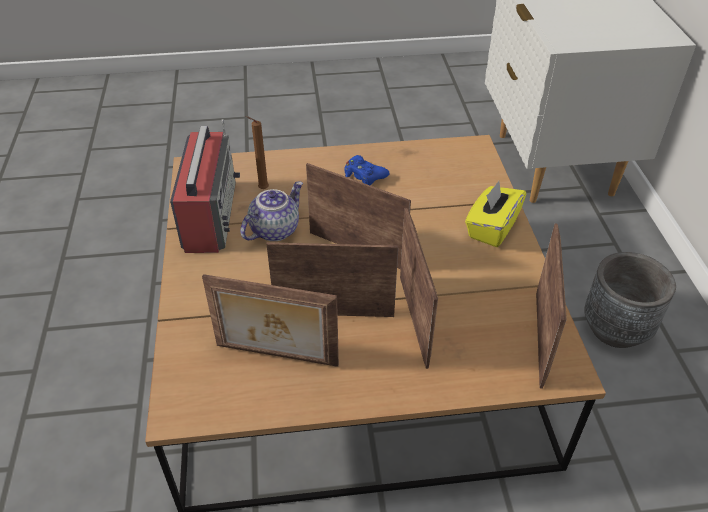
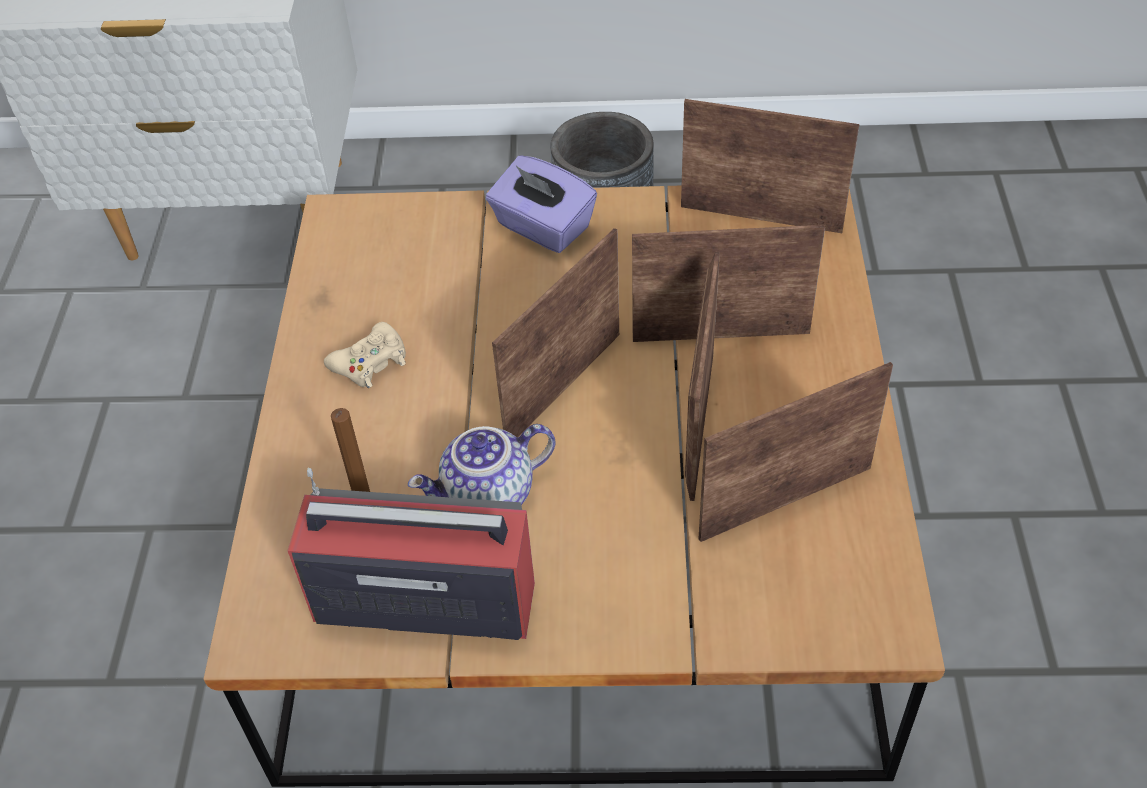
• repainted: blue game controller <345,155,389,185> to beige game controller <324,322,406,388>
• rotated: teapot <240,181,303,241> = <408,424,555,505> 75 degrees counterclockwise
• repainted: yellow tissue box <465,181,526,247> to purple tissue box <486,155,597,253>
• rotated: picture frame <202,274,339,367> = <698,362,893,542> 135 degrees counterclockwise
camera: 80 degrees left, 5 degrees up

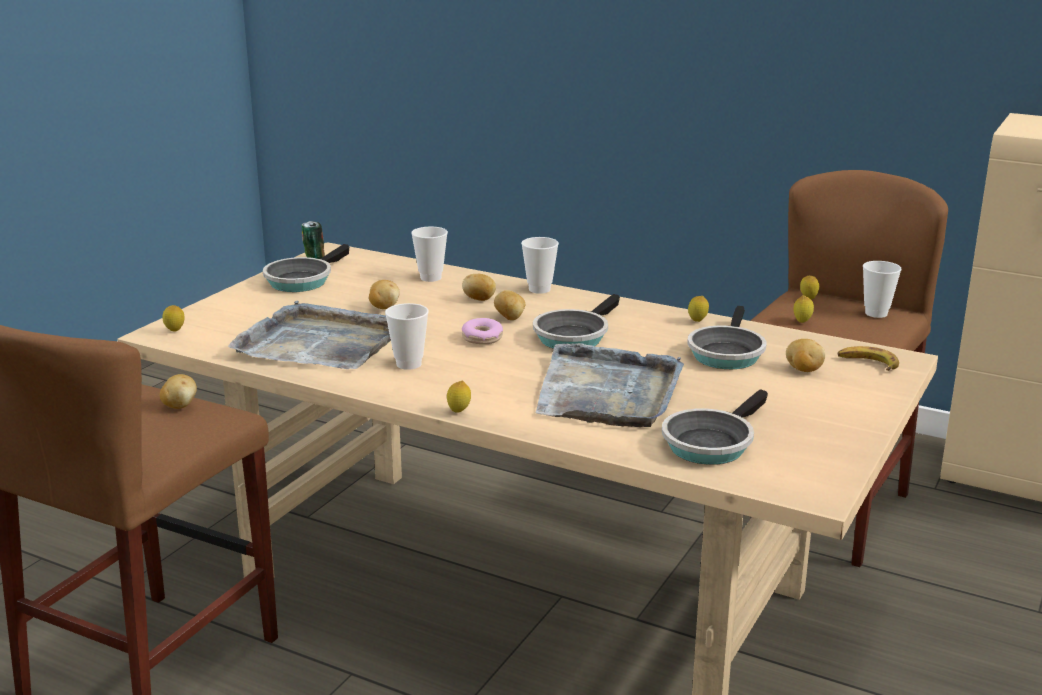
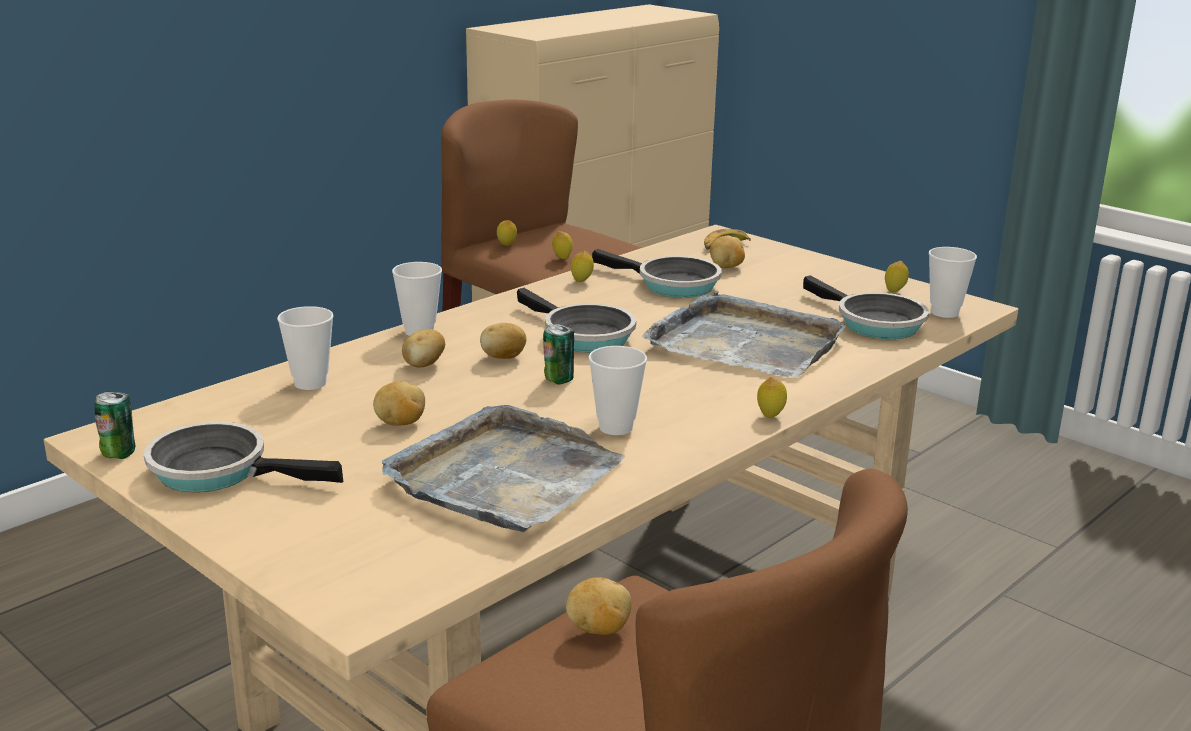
• rotated: frying pan <263,244,349,292> = <144,422,343,492> 150 degrees clockwise
• swapped: donut <462,318,503,344> to can <543,324,574,385>
• shifted: lemon <162,305,185,331> to <885,261,909,292>
• shifted: cup <863,261,902,318> to <929,247,977,318>
camera: 75 degrees left, 0 degrees up

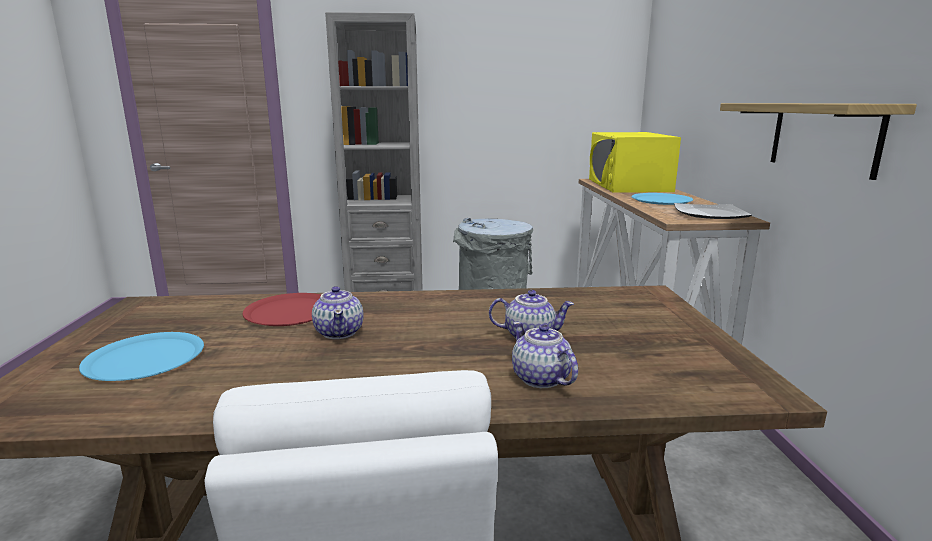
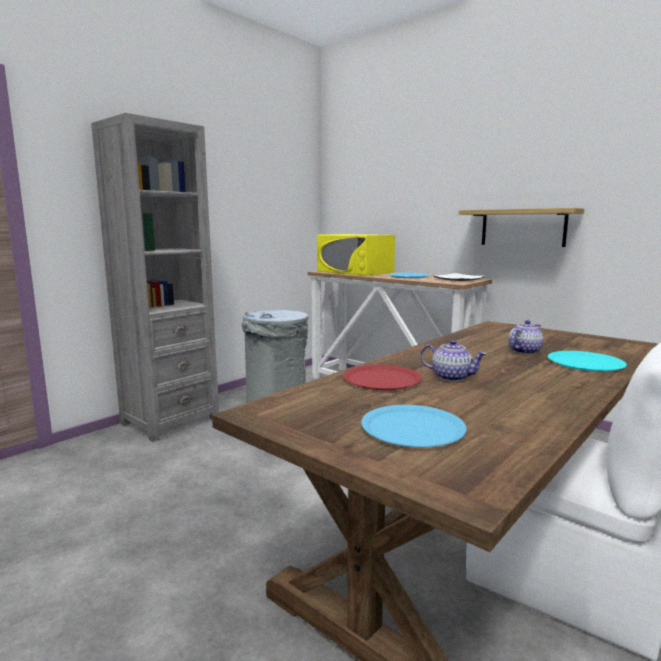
• swapped: teapot <512,322,578,388> to turquoise plate <548,351,627,372>
camera: 45 degrees left, 5 degrees down

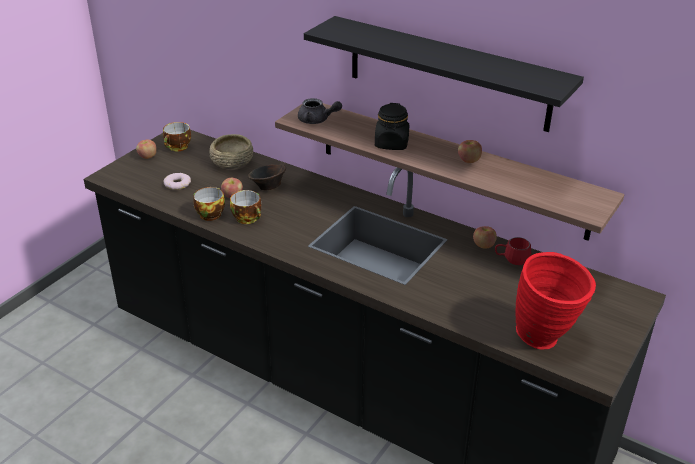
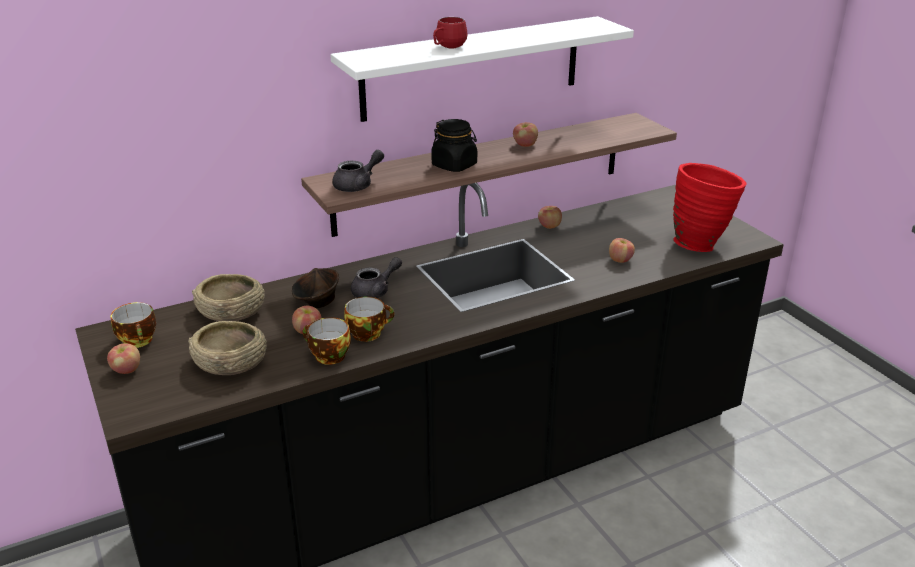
• swapped: donut <164,173,191,190> to beige bowl <188,321,267,375>
• repainted: black shelf <304,16,584,132> to white shelf <330,16,634,122>
• new: grey teapot <351,257,402,298>
• shifted: red mug <495,237,531,265> to <433,17,468,49>
• new: apple <609,238,635,263>
camera: 60 degrees left, 5 degrees down

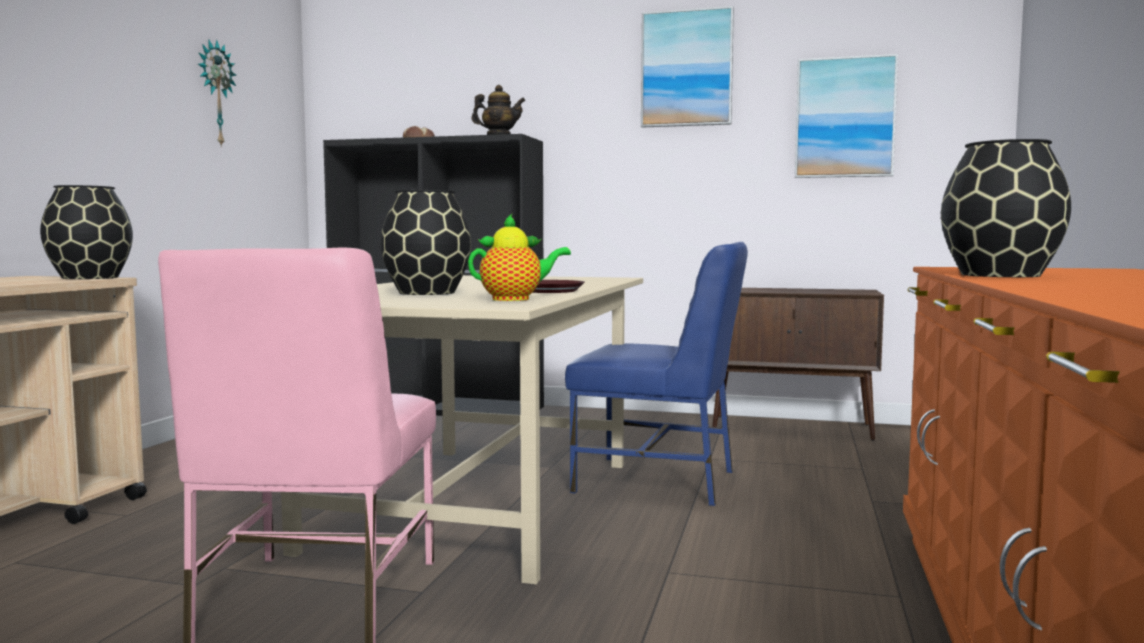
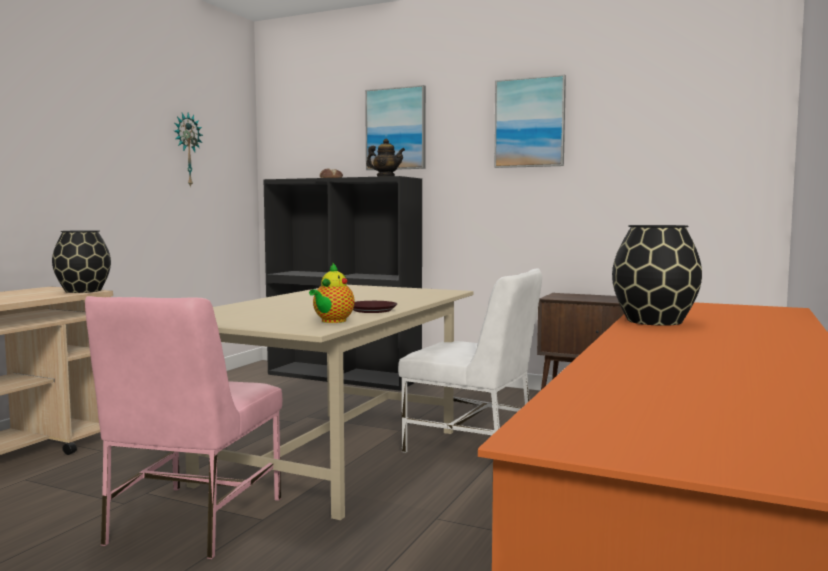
• rotated: teapot <468,214,571,301> = <309,262,355,323> 120 degrees clockwise
• shifted: picture <795,54,898,178> to <365,85,426,170>
• repainted: blue chair <565,242,748,506> to white chair <398,268,542,453>
• gone: black vase <381,190,471,295>
camera: 10 degrees right, 0 degrees up

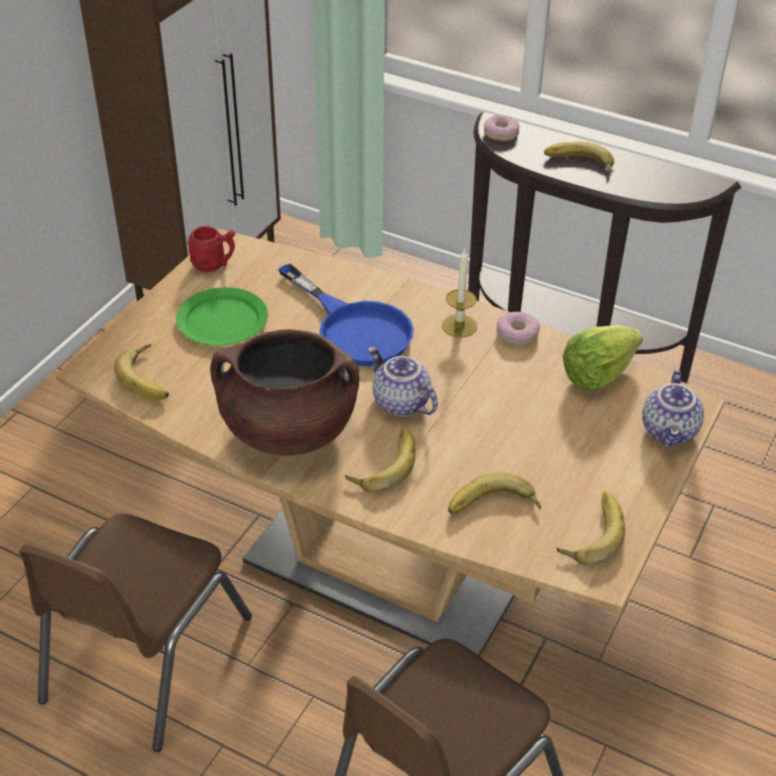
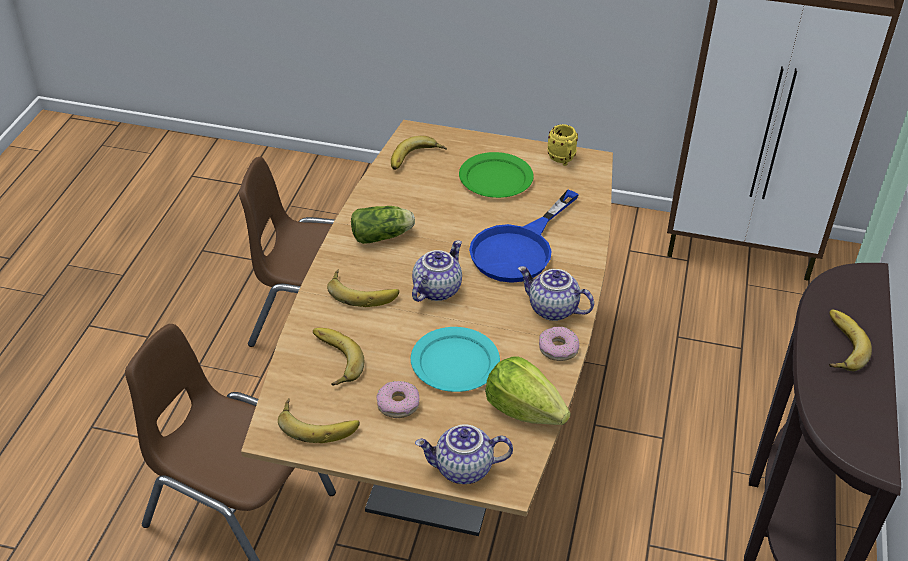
• swapped: brown cooking pot <210,329,360,456> to lettuce <351,206,415,244>
• shifted: donut <484,115,519,141> to <376,381,419,418>
• new: turquoise plate <411,327,500,392>
• swapped: candle <442,248,477,338> to teapot <518,266,594,321>
• repainted: red mug <187,226,235,272> to yellow mug <548,124,578,166>
camera: 75 degrees right, 0 degrees up

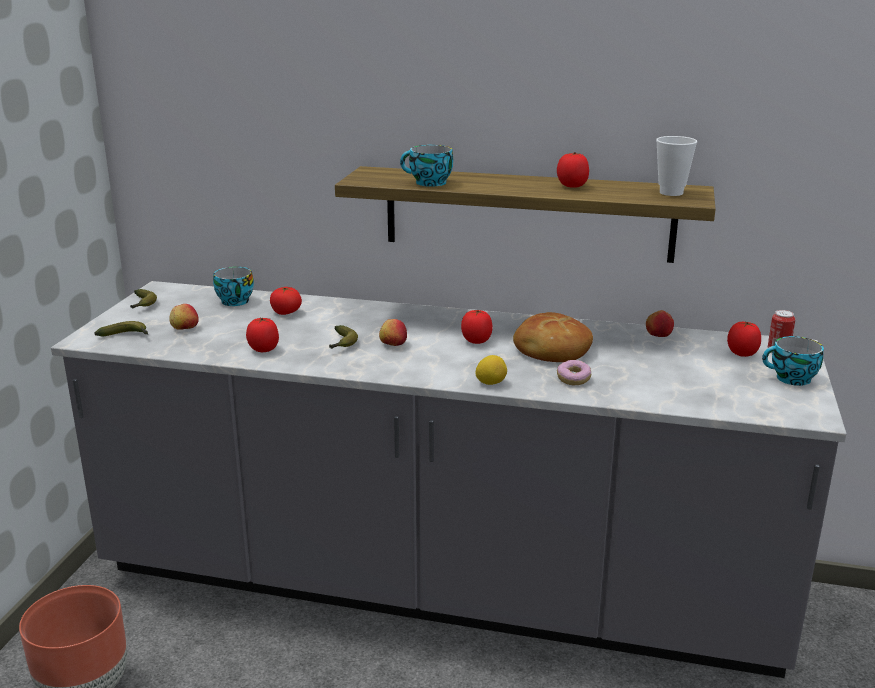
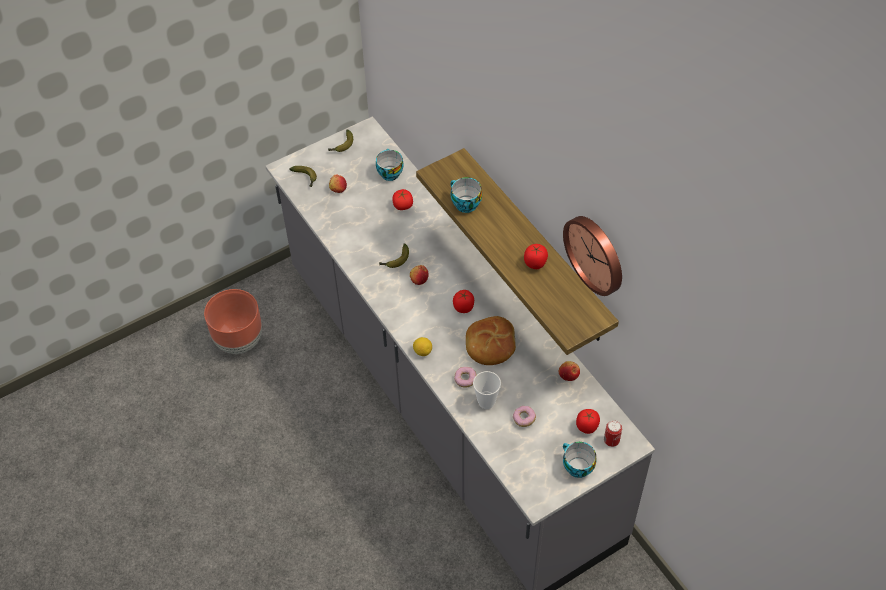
• shifted: cup <656,136,697,196> to <473,371,501,409>
• new: donut <513,406,536,427>
• new: wall clock <563,216,622,296>
• gone: tomato <246,318,279,352>
camera: 45 degrees right, 30 degrees up

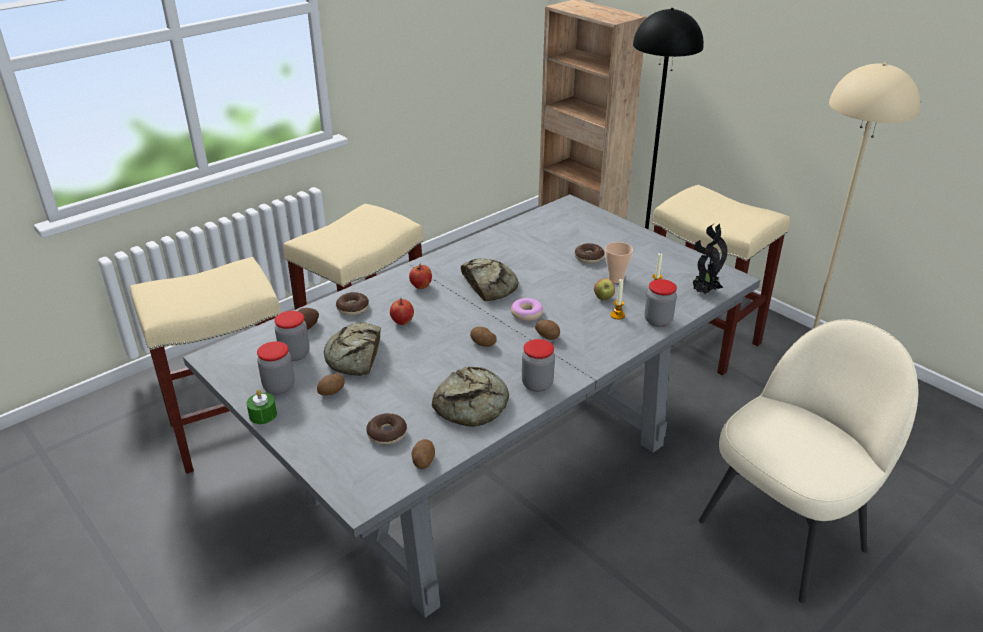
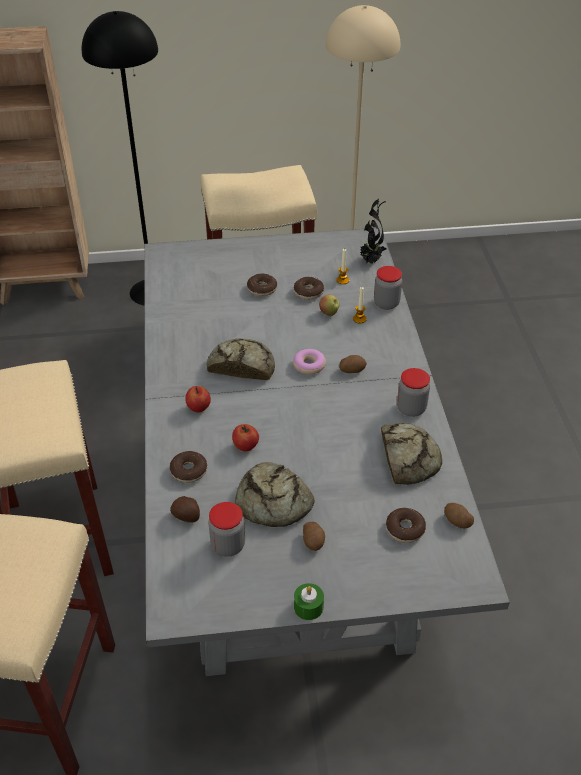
• swapped: cup <605,242,633,283> to donut <294,277,324,300>
• gone: jar <257,341,295,394>
• gone: potato <470,327,496,347>
• gone: beige chair <699,319,919,603>
camera: 55 degrees left, 10 degrees up

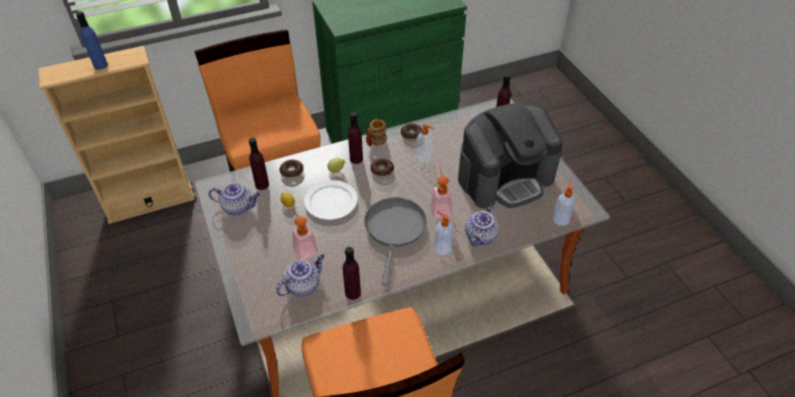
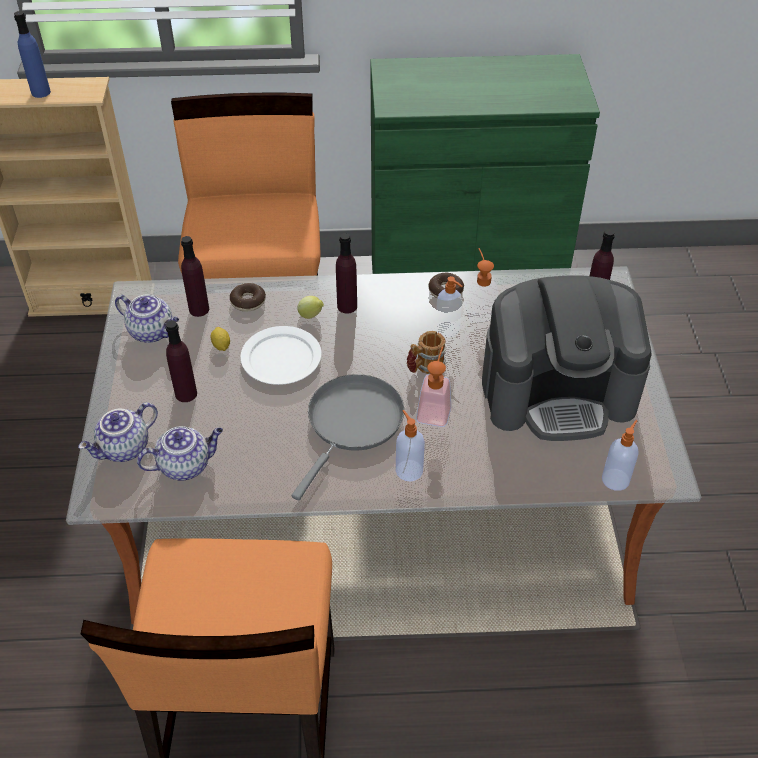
• shifted: teapot <465,204,499,246> to <78,402,158,462>
• shifted: purple bottle <343,247,361,300> to <166,320,197,402>
• shifted: mug <366,119,387,147> to <407,331,446,374>
• shifted: soap dispenser <292,208,318,260> to <465,248,497,323>
• gone: donut <370,158,394,178>
camera: 20 degrees right, 0 degrees up

